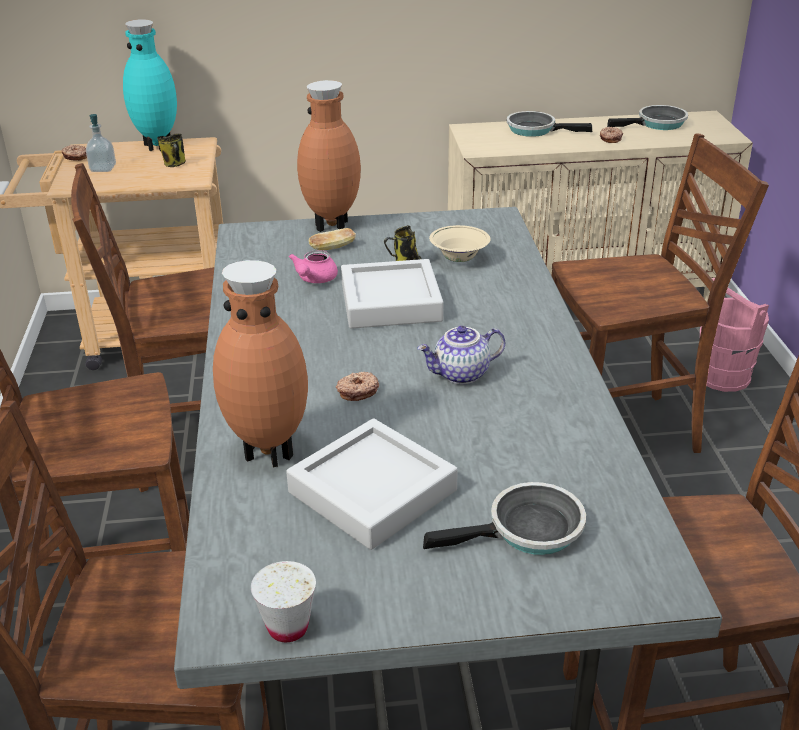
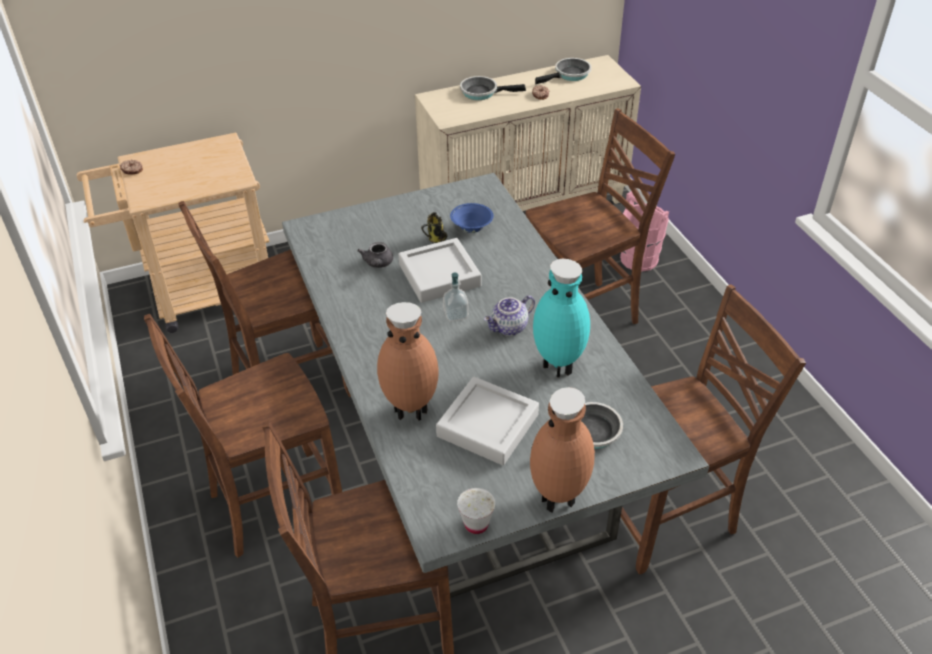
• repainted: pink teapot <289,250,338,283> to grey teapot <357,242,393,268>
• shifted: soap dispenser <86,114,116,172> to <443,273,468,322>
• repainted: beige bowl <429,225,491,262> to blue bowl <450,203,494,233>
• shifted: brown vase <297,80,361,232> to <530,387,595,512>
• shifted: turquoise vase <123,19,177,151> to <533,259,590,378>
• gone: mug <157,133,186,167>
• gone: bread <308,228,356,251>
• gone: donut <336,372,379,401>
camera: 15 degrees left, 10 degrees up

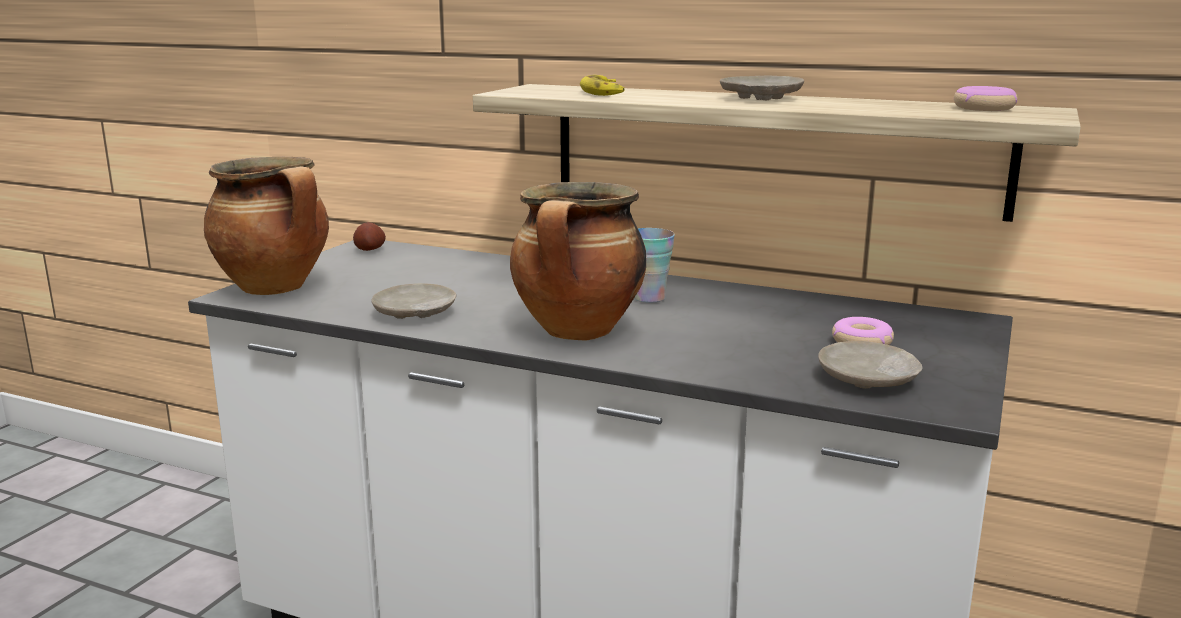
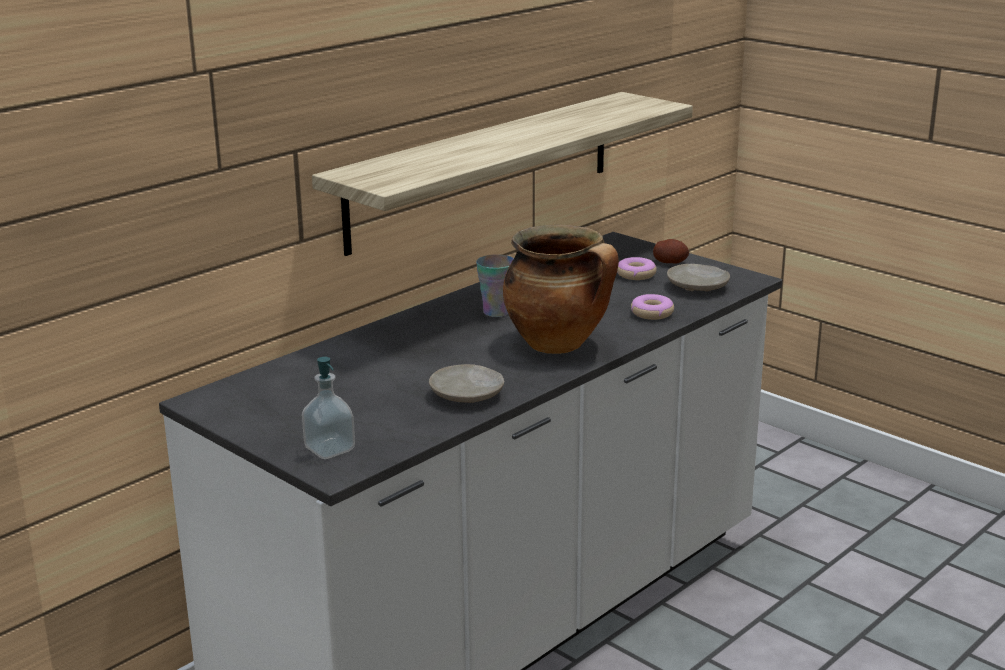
• swapped: cooking pot <204,157,329,295> to soap dispenser <302,357,355,459>
• shifted: donut <954,86,1018,111> to <631,294,674,320>
• shifted: potato <353,222,386,251> to <653,239,689,264>
• gone: banana <580,75,625,96>
• gone: beige plate <720,76,804,100>
camera: 70 degrees left, 5 degrees up

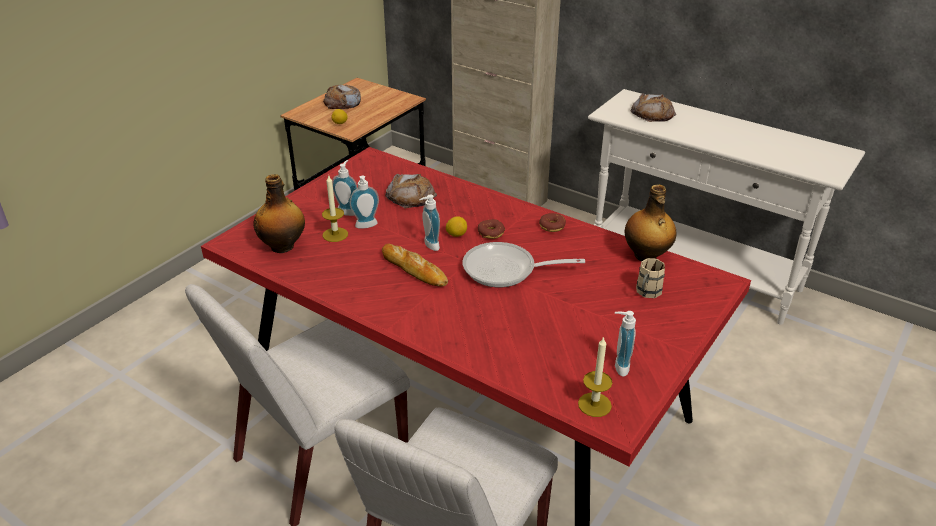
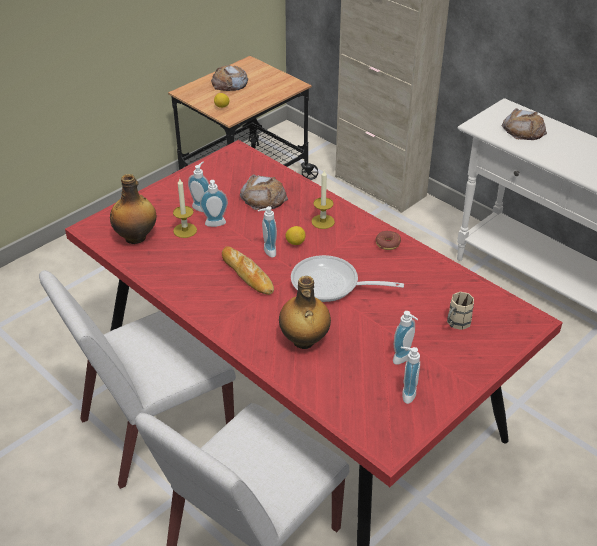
• shifted: bottle <625,185,676,261> to <279,276,331,349>
• shifted: candle <578,336,612,417> to <311,170,335,229>
• new: soap dispenser <393,311,418,365>
• gone: donut <478,219,505,239>
camera: 10 degrees right, 5 degrees up

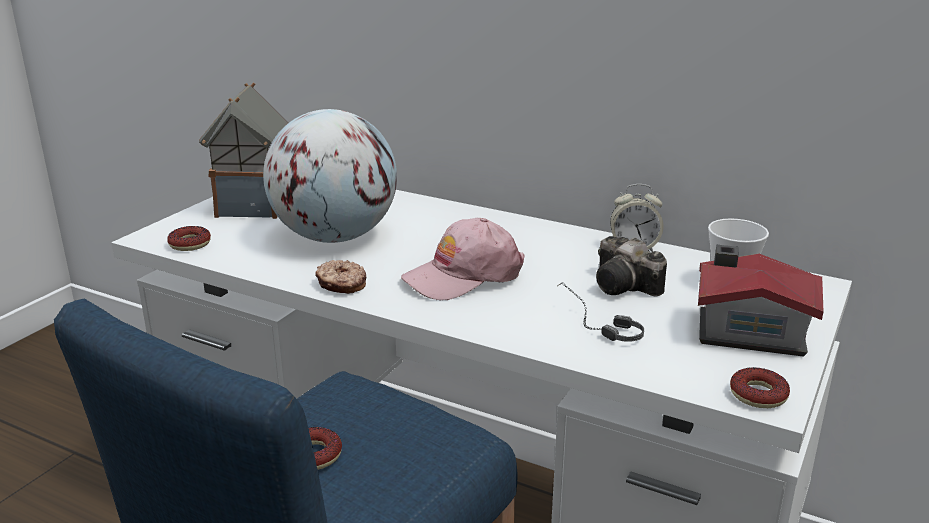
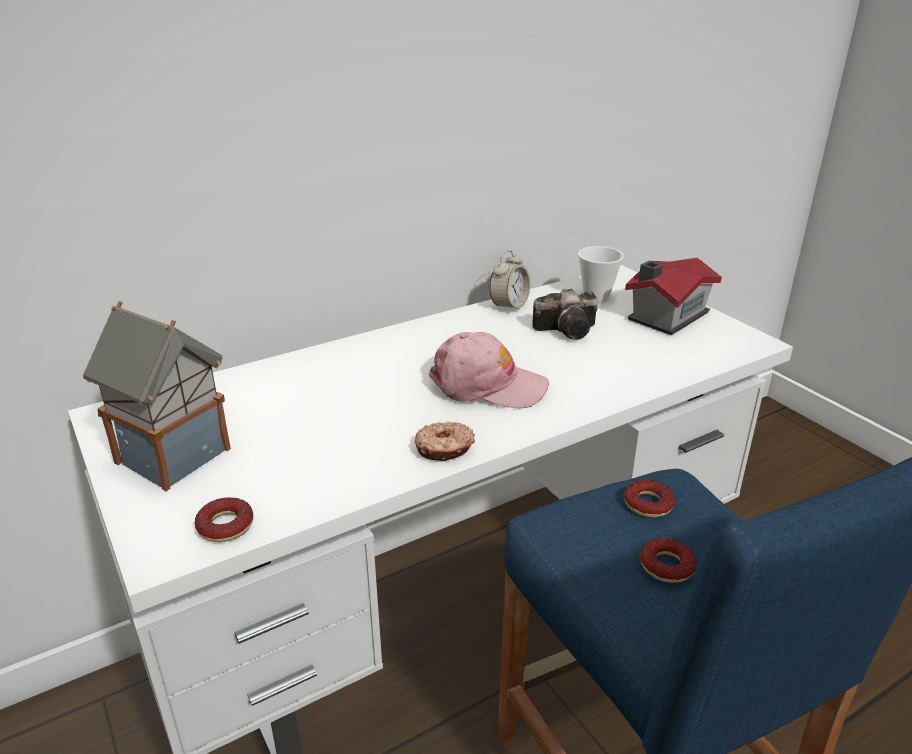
• rotated: pink cap <401,218,525,301> = <429,332,549,408> 75 degrees counterclockwise
• shifted: donut <730,367,790,408> to <624,479,675,518>
• gone: globe <263,109,397,243>
• gone: headphones <557,282,644,342>
camera: 60 degrees left, 5 degrees up

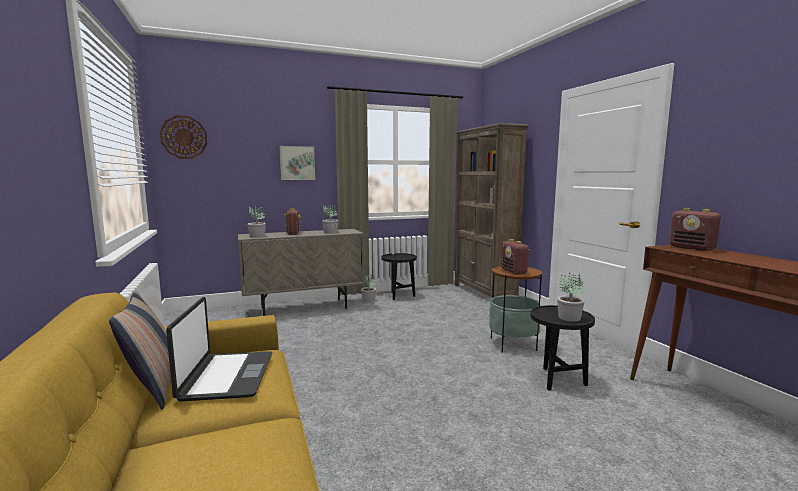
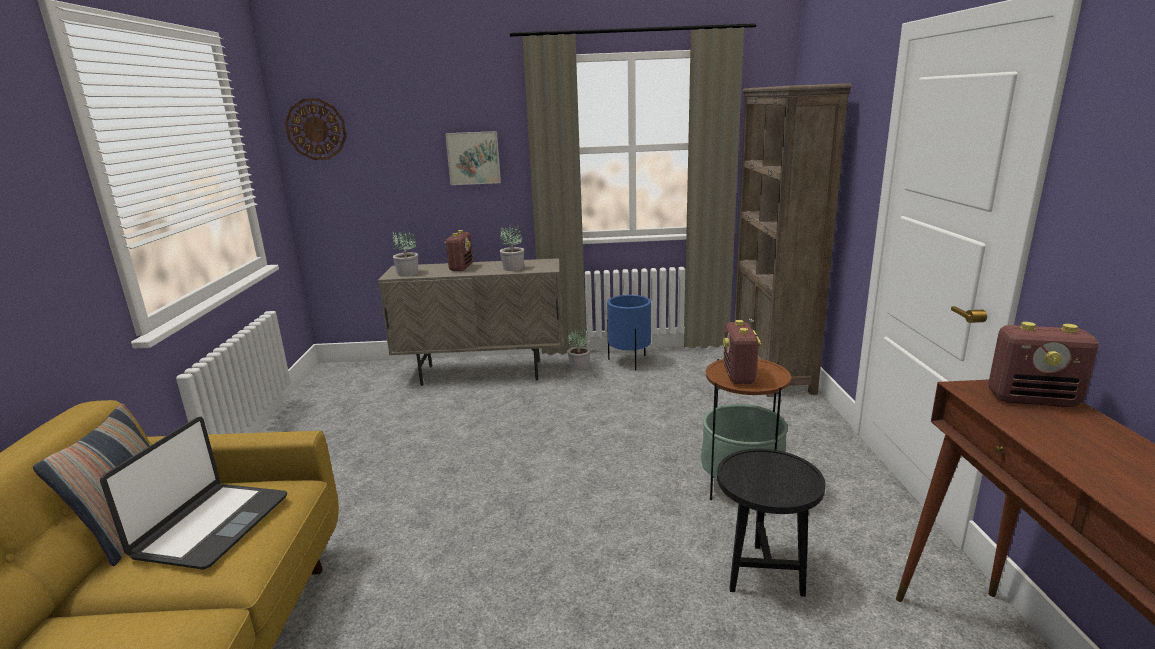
• swapped: black side table <381,253,417,300> to blue planter <607,295,651,371>
• rotated: radio <670,208,721,251> = <989,322,1098,407> 60 degrees counterclockwise
• gone: potted plant <557,272,585,322>
camera: 20 degrees right, 10 degrees up

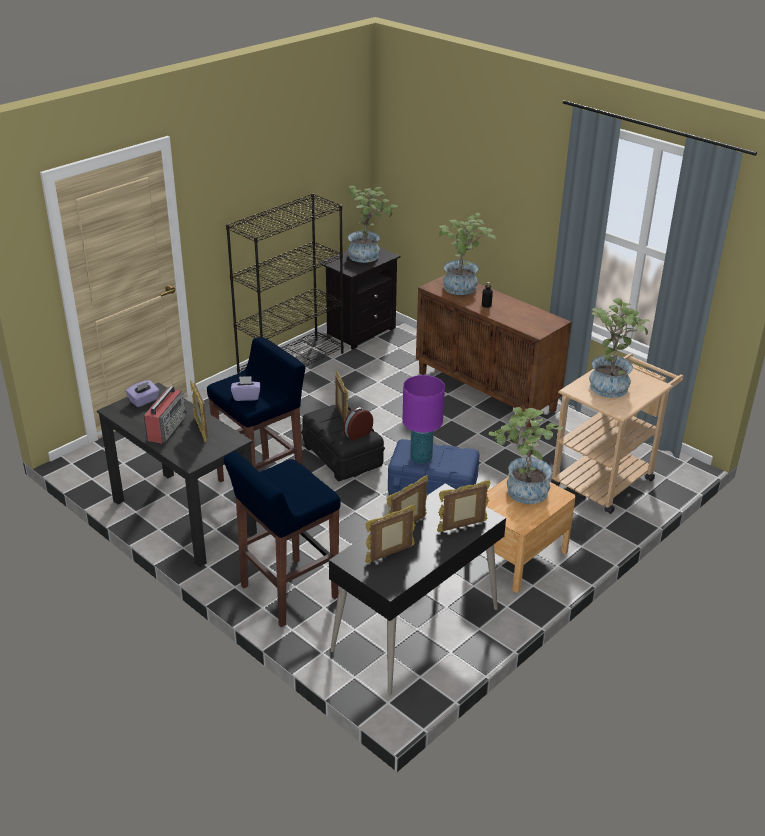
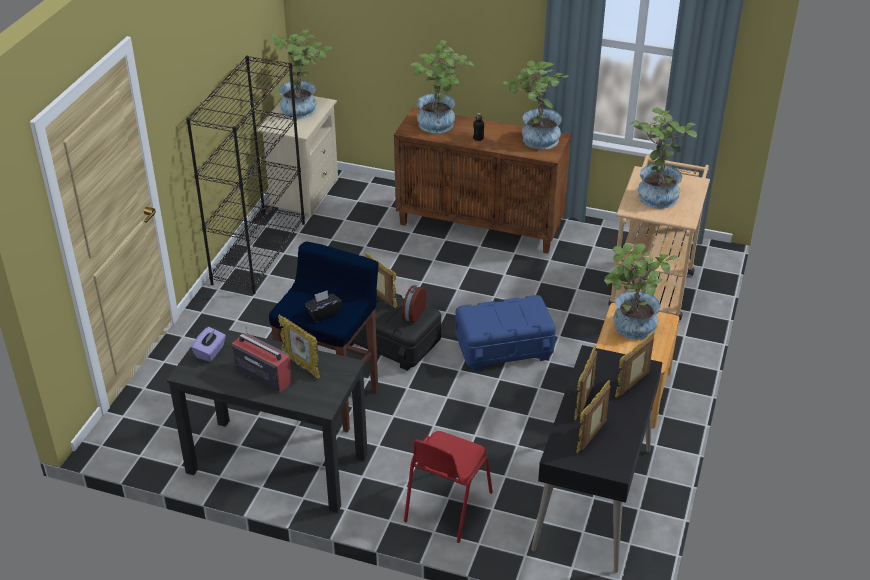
• rotated: radio <144,385,187,443> = <232,326,292,393> 45 degrees counterclockwise
• repainted: black nightstand <319,247,400,350> to beige nightstand <256,96,338,217>
• repainted: purple tissue box <231,376,260,401> to black tissue box <305,290,342,322>
• swapped: blue stool <224,451,340,627> to red chair <404,431,493,543>
• new: potted plant <503,60,569,149>
• gone: purple table lamp <403,375,445,464>
camera: 25 degrees left, 5 degrees up

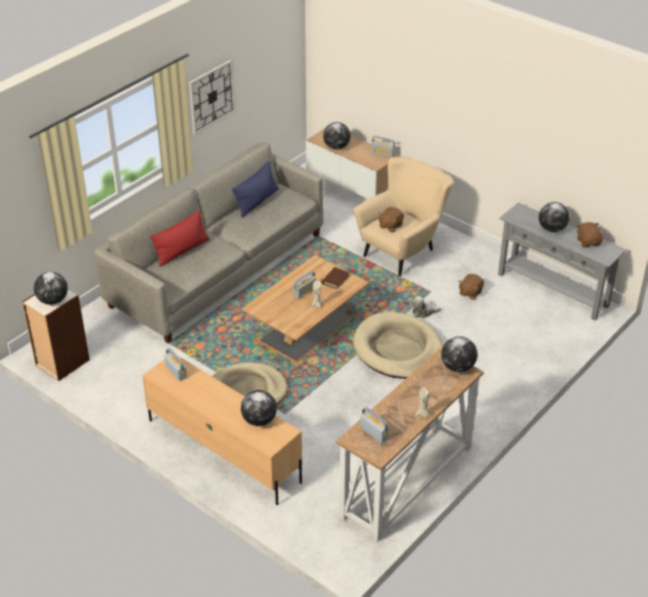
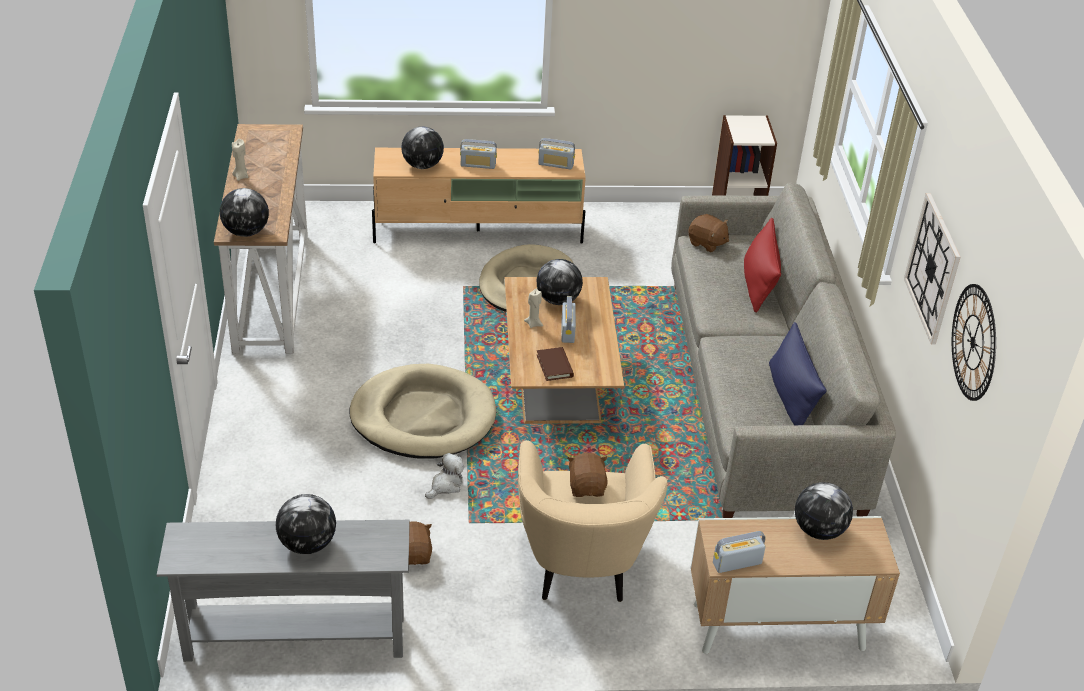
• shifted: radio <360,407,389,443> to <460,139,497,169>
• shifted: globe <34,272,68,305> to <536,259,583,305>
• shifted: brown plush toy <577,222,603,248> to <688,214,729,252>
• new: wall clock <952,284,996,401>
camera: 135 degrees right, 0 degrees up

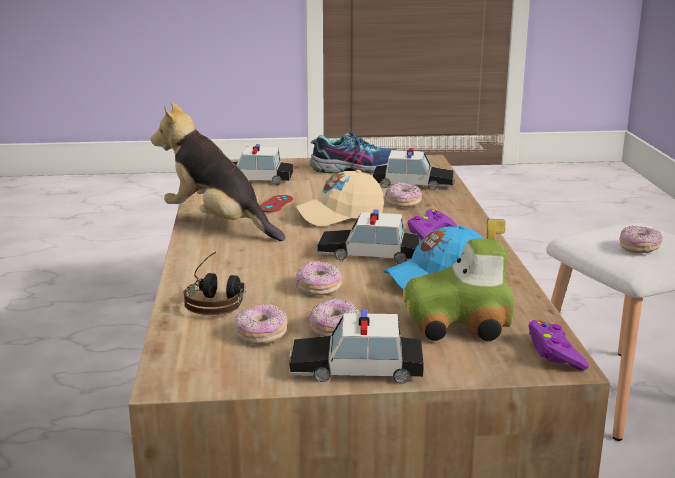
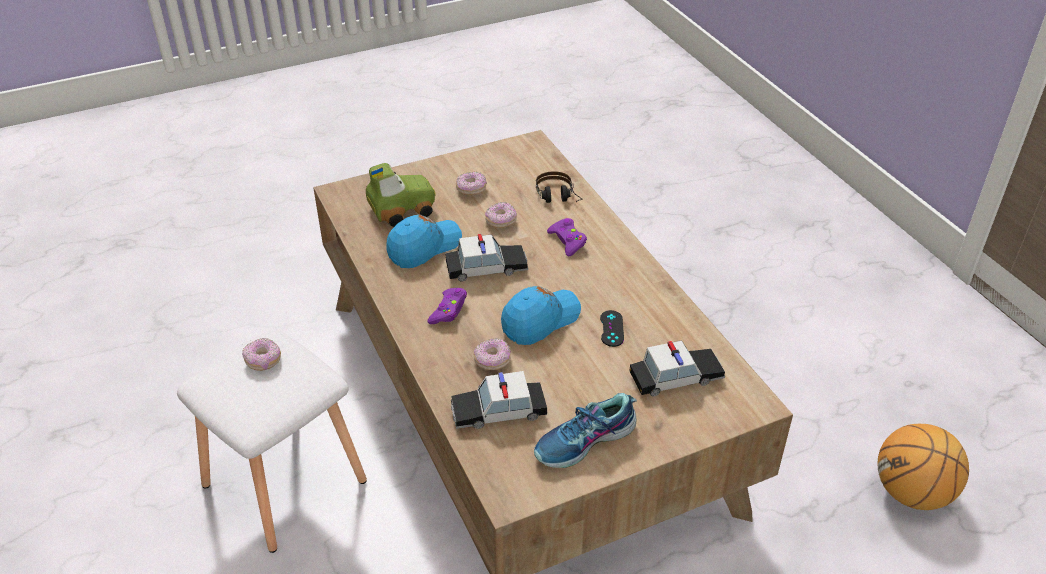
• repainted: beige cap <294,170,384,227> to blue cap <501,286,581,345>
• shifted: purple game controller <529,320,589,371> to <547,218,587,256>
• repainted: red game controller <260,195,293,213> to black game controller <600,310,624,347>
• new: basketball <878,424,969,510>
• gone: plush toy <151,102,285,241>
• gone: donut <235,304,288,345>
• gone: toy car <289,309,424,384>
camera: 160 degrees right, 20 degrees up

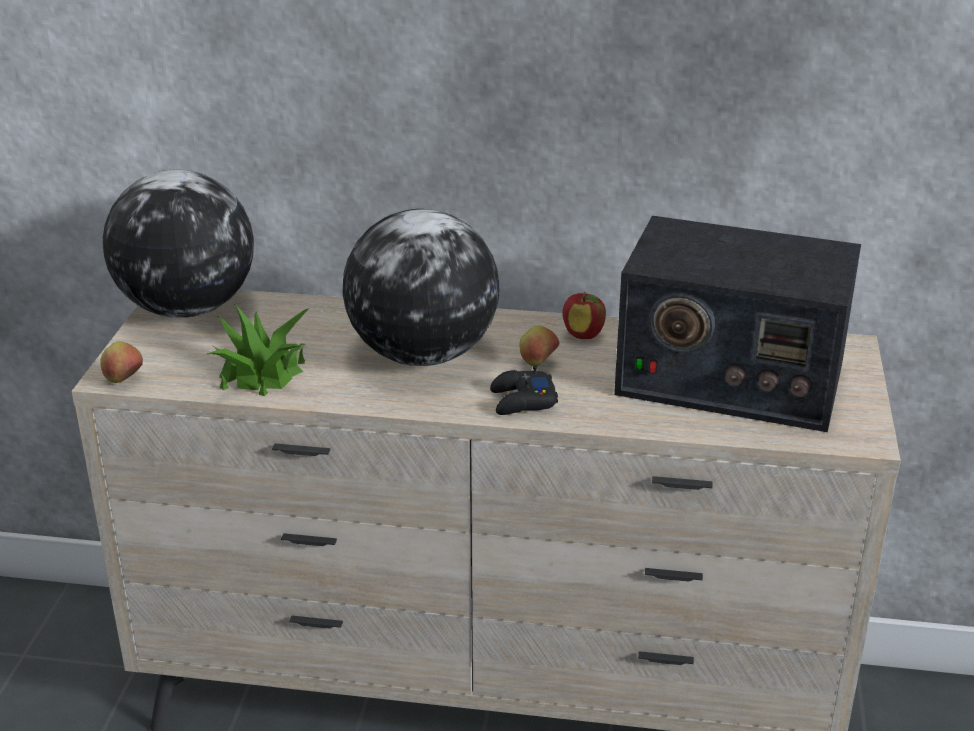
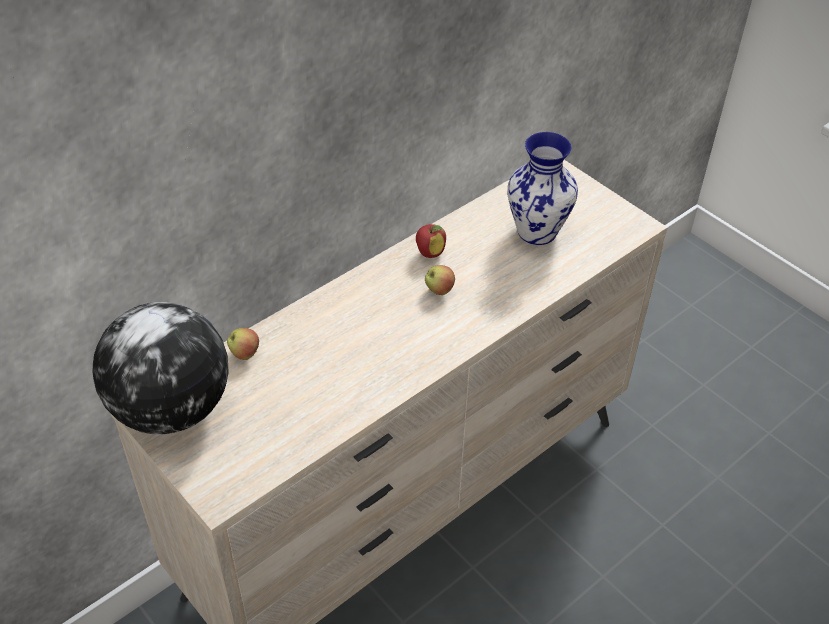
• shifted: apple <100,342,143,383> to <227,328,259,360>
• swapped: radio <614,216,861,432> to vase <507,132,578,245>
• gone: potted plant <207,303,309,396>
• gone: globe <342,209,500,366>
• gone: black game controller <490,365,558,415>
camera: 50 degrees left, 15 degrees up

